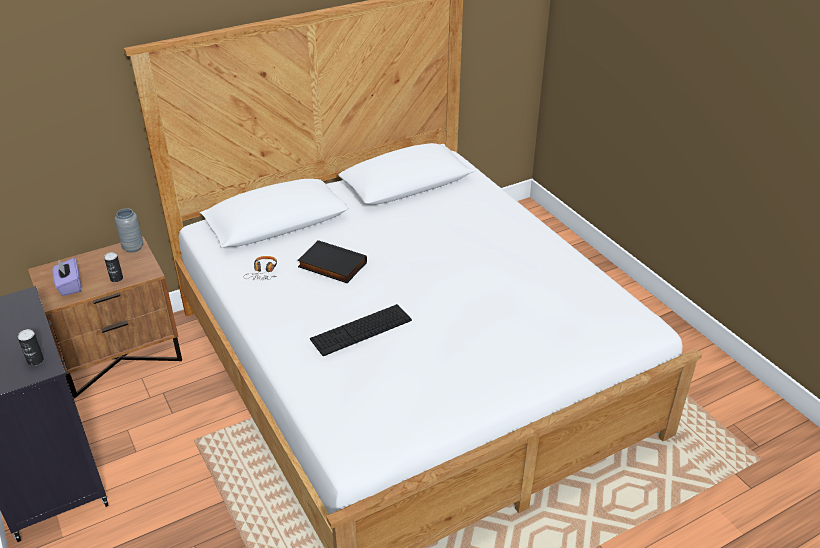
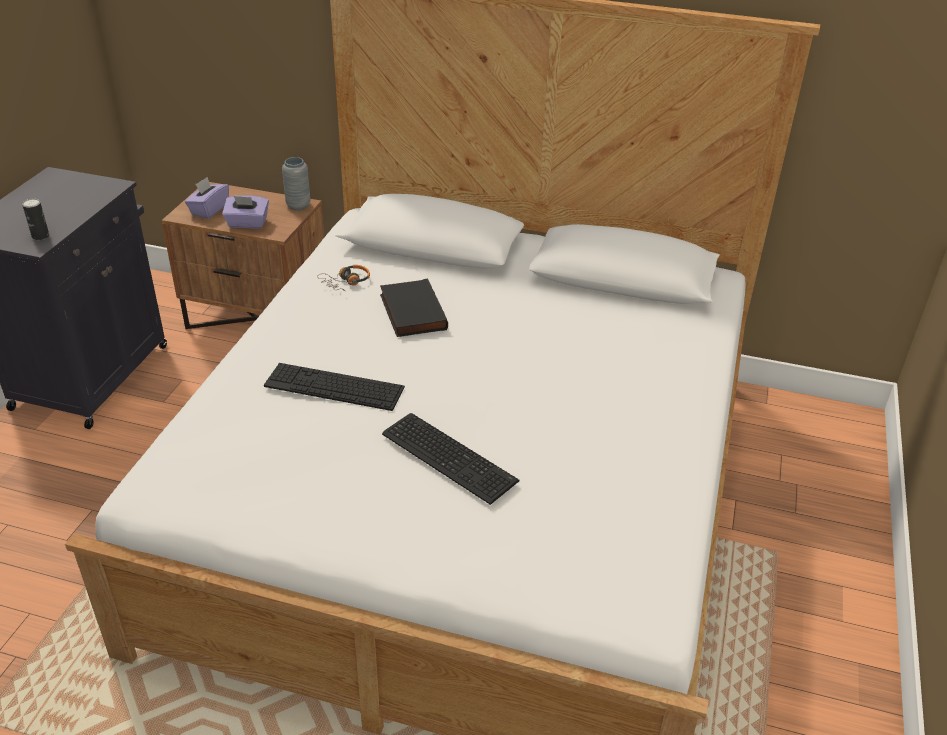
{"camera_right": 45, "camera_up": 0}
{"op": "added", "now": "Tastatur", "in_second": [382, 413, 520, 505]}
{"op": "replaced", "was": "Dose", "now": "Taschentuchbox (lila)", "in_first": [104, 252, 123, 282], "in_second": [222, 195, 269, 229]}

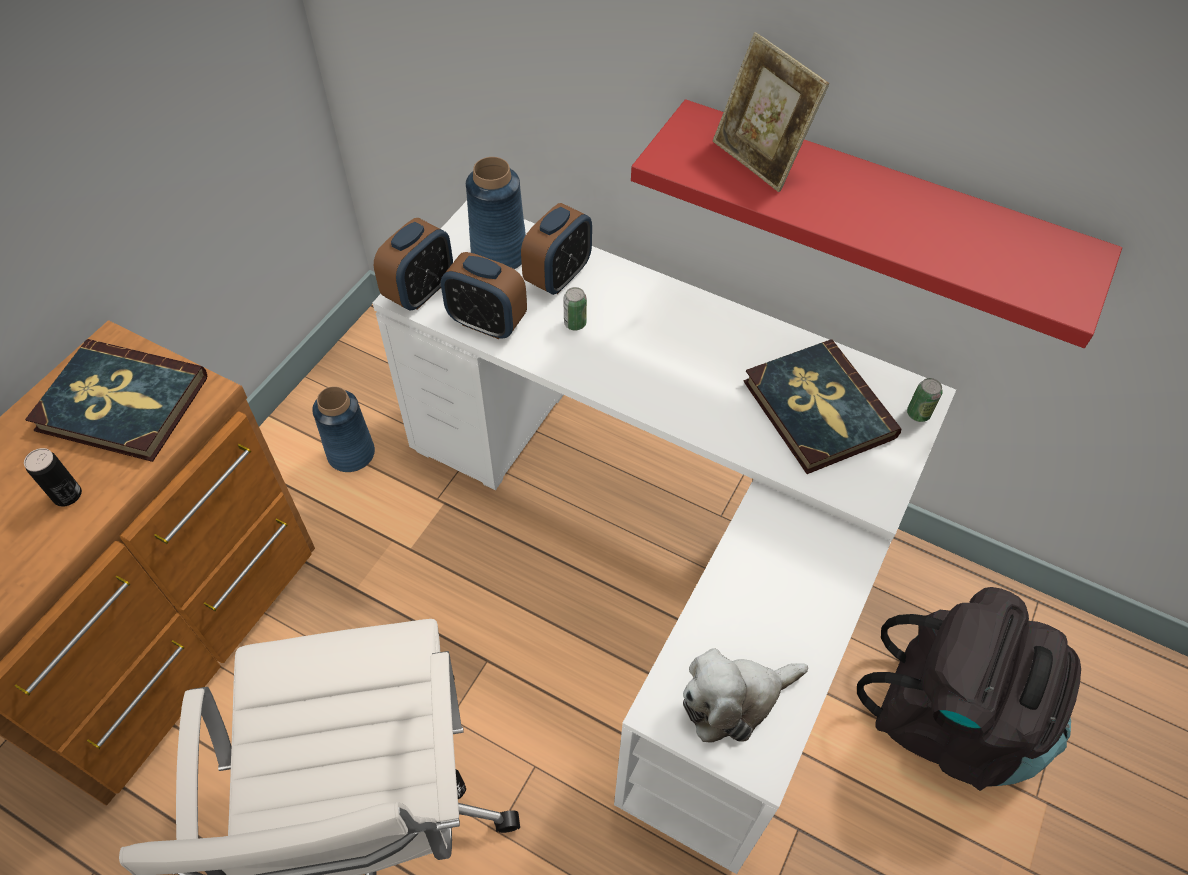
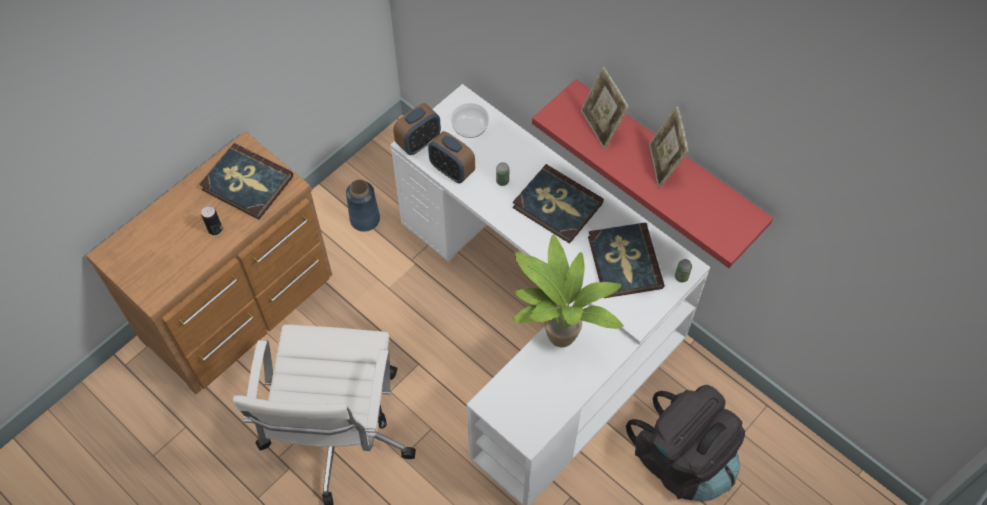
{"camera_right": 15, "camera_up": 5}
{"op": "removed", "was": "Wecker", "in_first": [521, 203, 592, 295]}
{"op": "removed", "was": "Plüschtier", "in_first": [683, 649, 808, 742]}
{"op": "added", "now": "Buch", "in_second": [512, 164, 604, 244]}
{"op": "added", "now": "Topfpflanze", "in_second": [512, 235, 624, 347]}
{"op": "added", "now": "Bilderrahmen", "in_second": [649, 106, 689, 188]}
{"op": "replaced", "was": "Vase (blau)", "now": "Schüssel", "in_first": [466, 157, 526, 269], "in_second": [451, 103, 489, 138]}

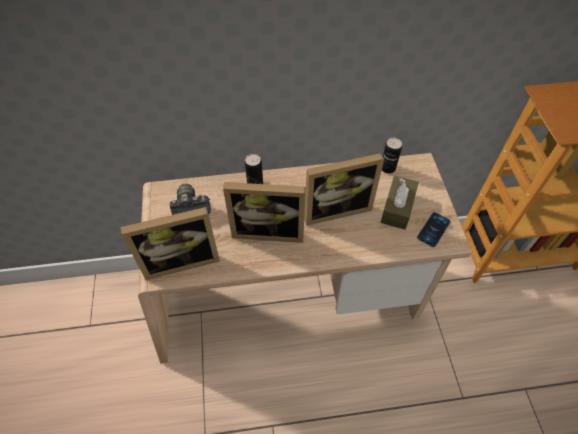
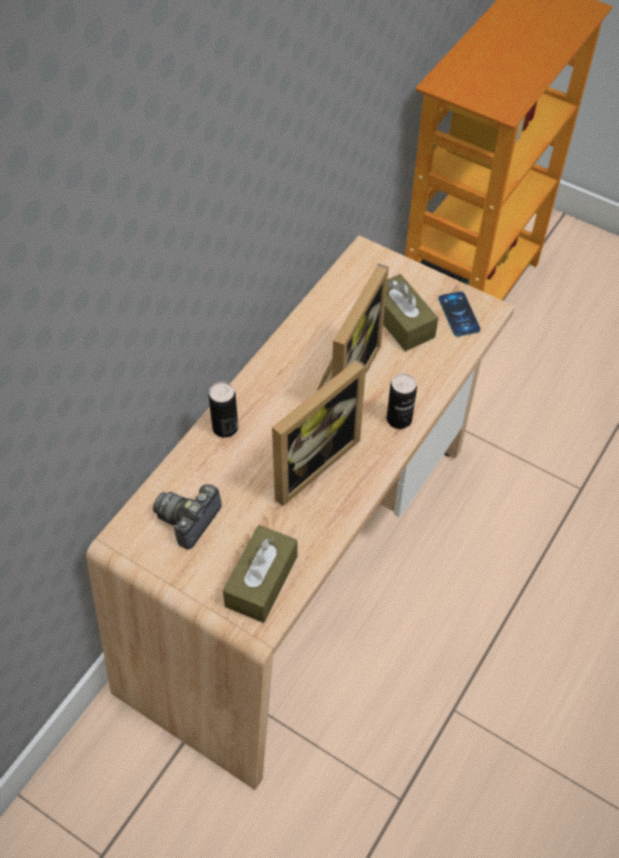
{"camera_right": -50, "camera_up": 0}
{"op": "moved", "was": "Dose", "in_first": [382, 138, 402, 173], "in_second": [387, 373, 417, 429]}
{"op": "replaced", "was": "Bilderrahmen", "now": "Taschentuchbox (braun)", "in_first": [121, 207, 220, 280], "in_second": [223, 525, 297, 623]}

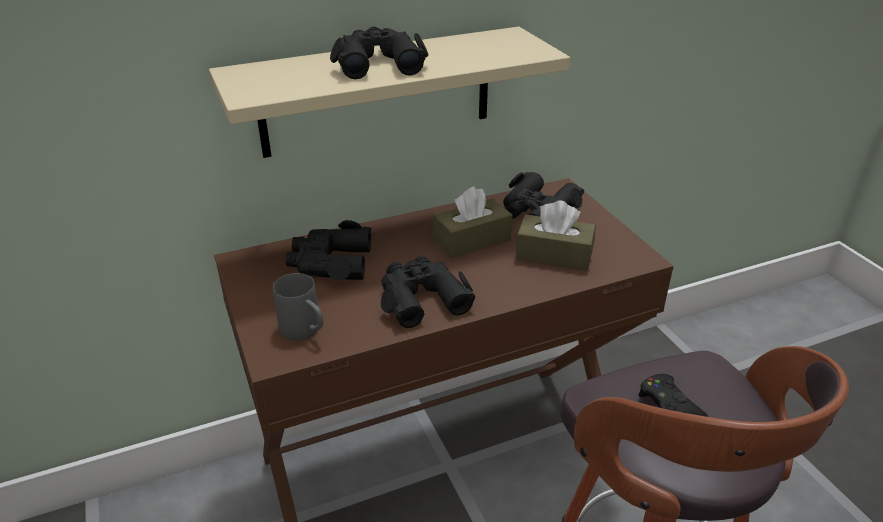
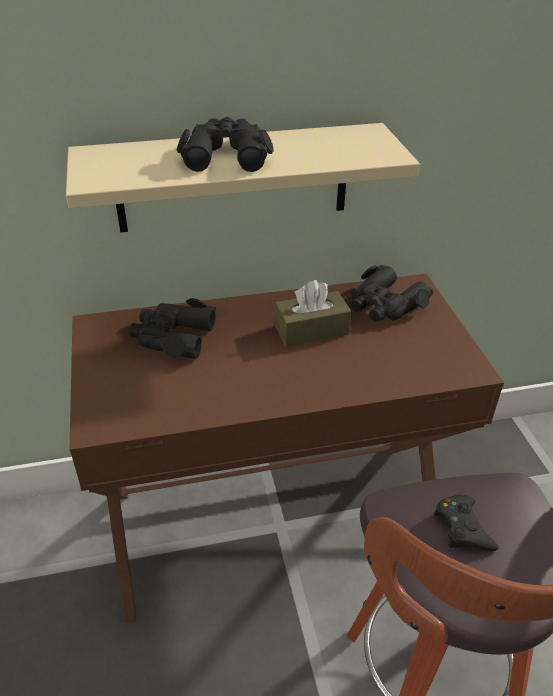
{"camera_right": 10, "camera_up": 5}
{"op": "removed", "was": "Henkelbecher (grau)", "in_first": [273, 273, 323, 340]}
{"op": "removed", "was": "Fernglas (schwarz)", "in_first": [381, 256, 475, 328]}
{"op": "removed", "was": "Taschentuchbox (braun)", "in_first": [516, 201, 596, 271]}

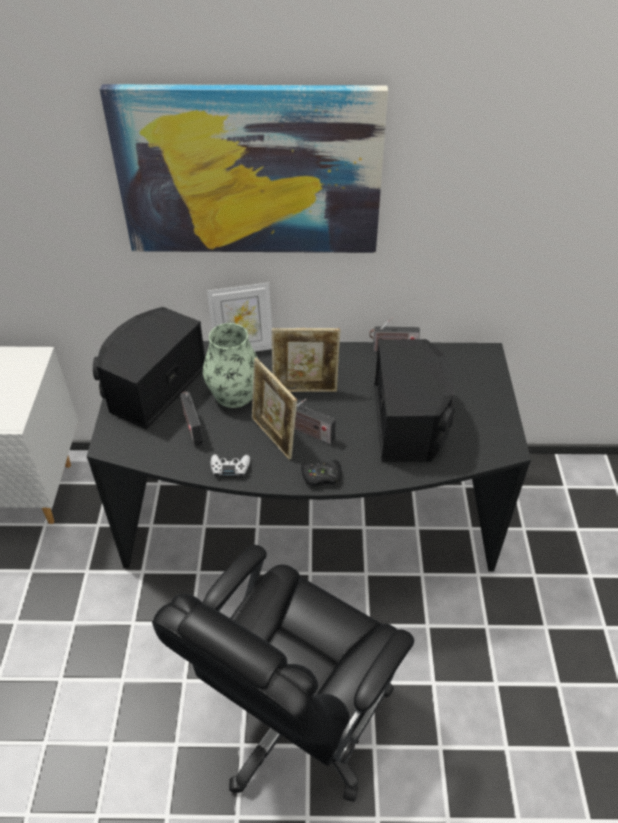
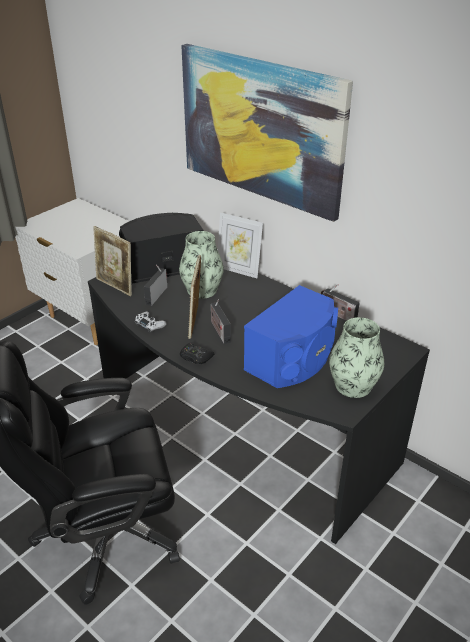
{"camera_right": 40, "camera_up": -10}
{"op": "added", "now": "Vase", "in_second": [329, 317, 384, 398]}
{"op": "moved", "was": "Bilderrahmen", "in_first": [272, 328, 341, 392], "in_second": [93, 226, 132, 296]}
{"op": "recoloured", "was": "Lautsprecher (schwarz)", "now": "Lautsprecher (blau)", "in_first": [374, 339, 455, 462], "in_second": [244, 285, 338, 388]}

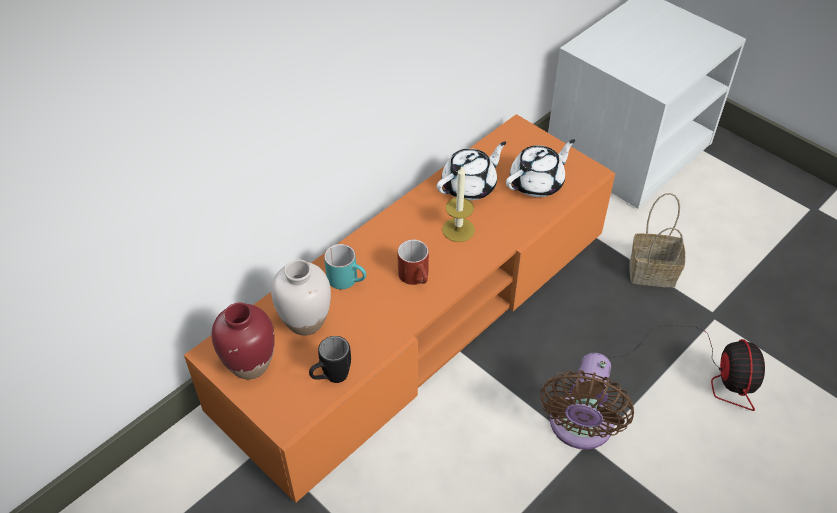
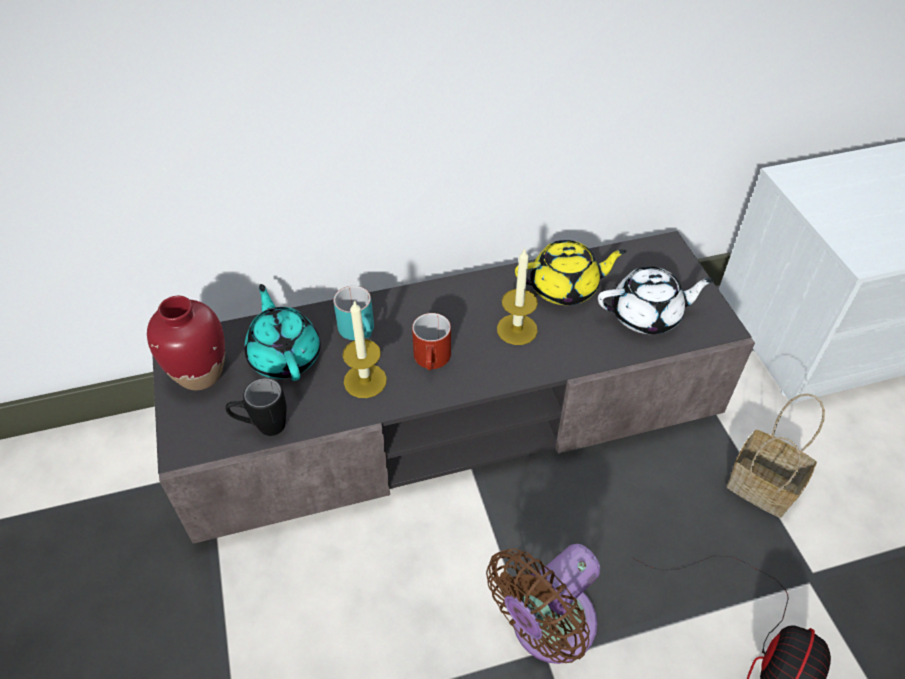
{"camera_right": 30, "camera_up": 0}
{"op": "added", "now": "Kerze", "in_second": [342, 300, 387, 398]}
{"op": "replaced", "was": "Vase (weiß)", "now": "Teekanne (türkis)", "in_first": [271, 259, 331, 336], "in_second": [244, 284, 321, 381]}
{"op": "recoloured", "was": "Fernsehschrank (orange)", "now": "Fernsehschrank (grau)", "in_first": [184, 114, 615, 502], "in_second": [152, 231, 755, 544]}
{"op": "recoloured", "was": "Teekanne (weiß)", "now": "Teekanne (gelb)", "in_first": [437, 142, 506, 201], "in_second": [515, 240, 627, 305]}

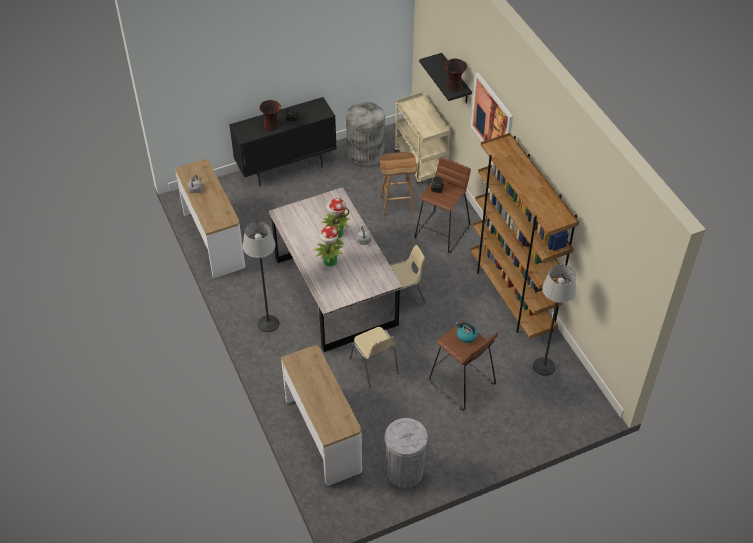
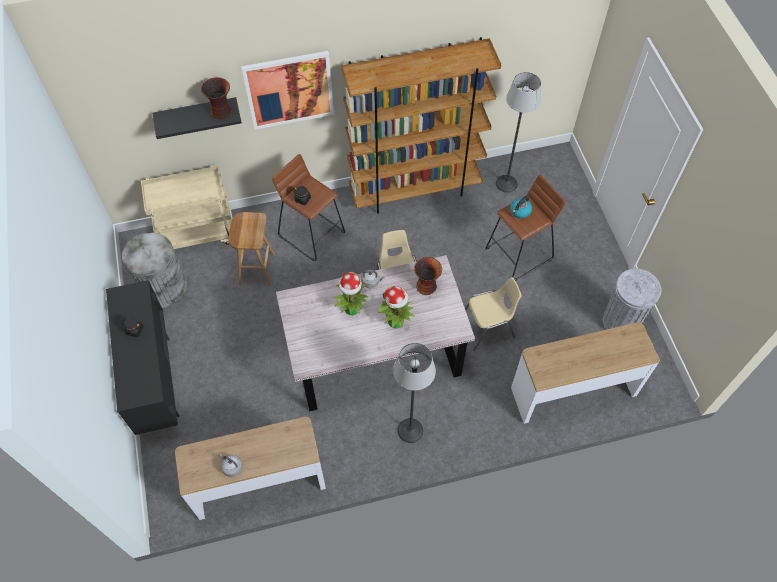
{"camera_right": -80, "camera_up": 10}
{"op": "moved", "was": "Vase", "in_first": [259, 100, 281, 131], "in_second": [414, 257, 442, 295]}

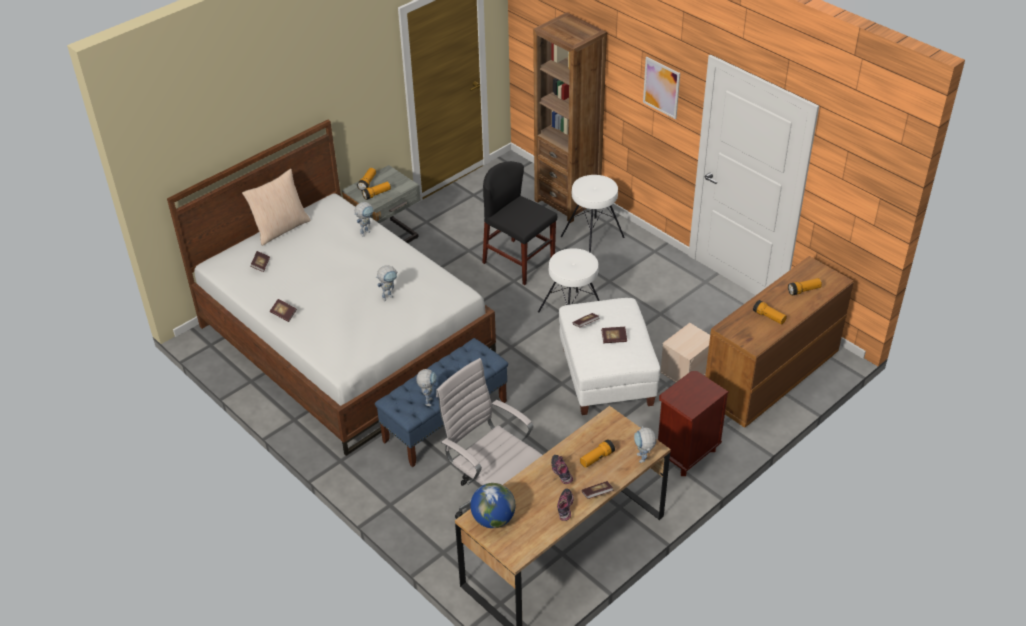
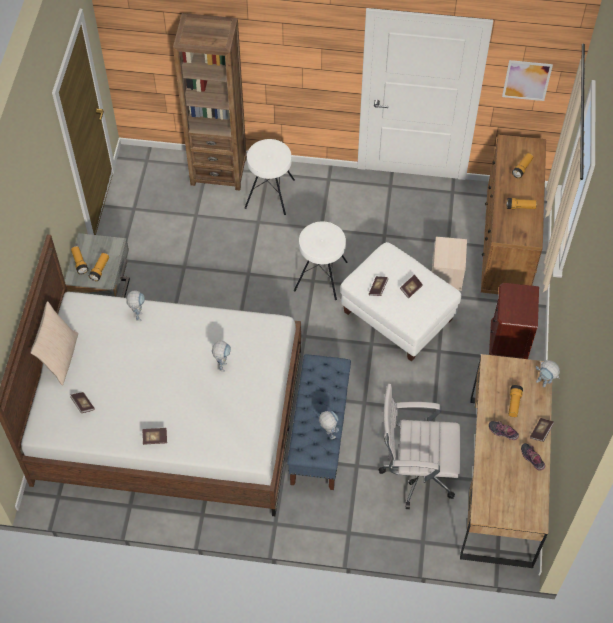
{"camera_right": -40, "camera_up": 15}
{"op": "removed", "was": "Globus", "in_first": [470, 483, 515, 528]}
{"op": "removed", "was": "Stuhl (schwarz)", "in_first": [482, 161, 557, 285]}
{"op": "moved", "was": "Bild", "in_first": [643, 57, 680, 119], "in_second": [502, 60, 553, 101]}

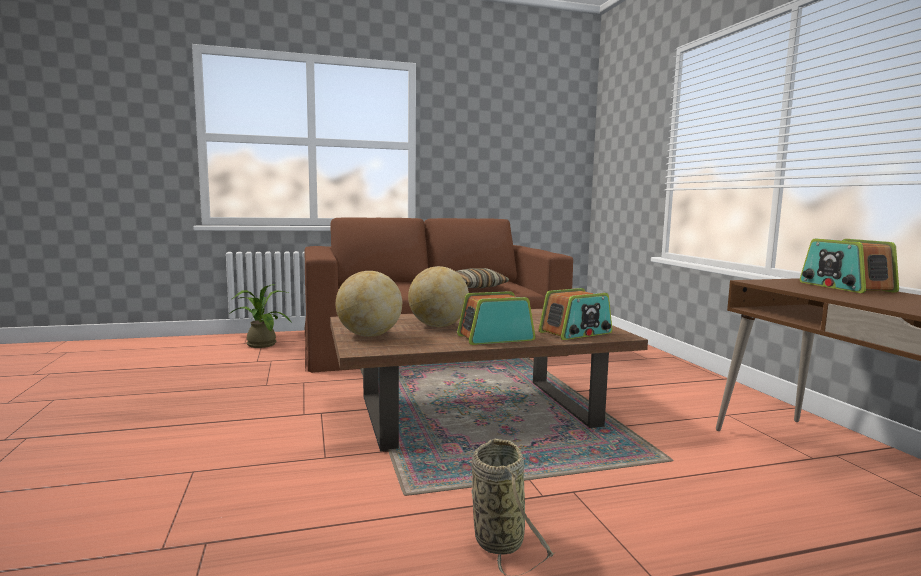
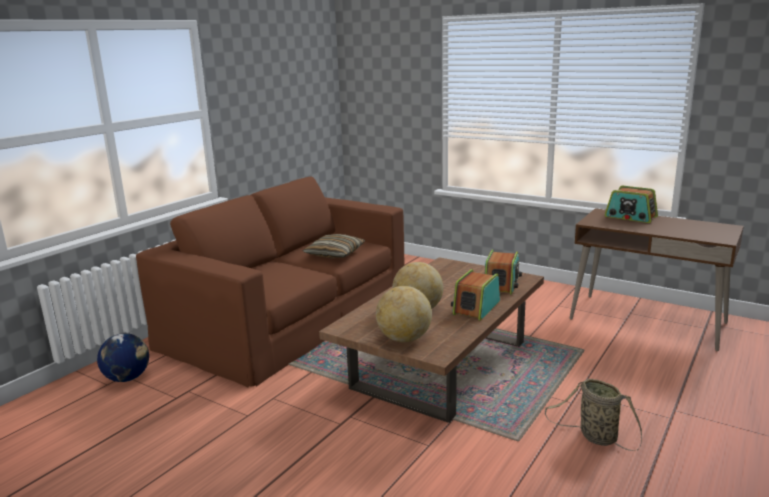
{"camera_right": -40, "camera_up": 10}
{"op": "replaced", "was": "Topfpflanze", "now": "Globus", "in_first": [229, 284, 292, 348], "in_second": [97, 333, 149, 382]}

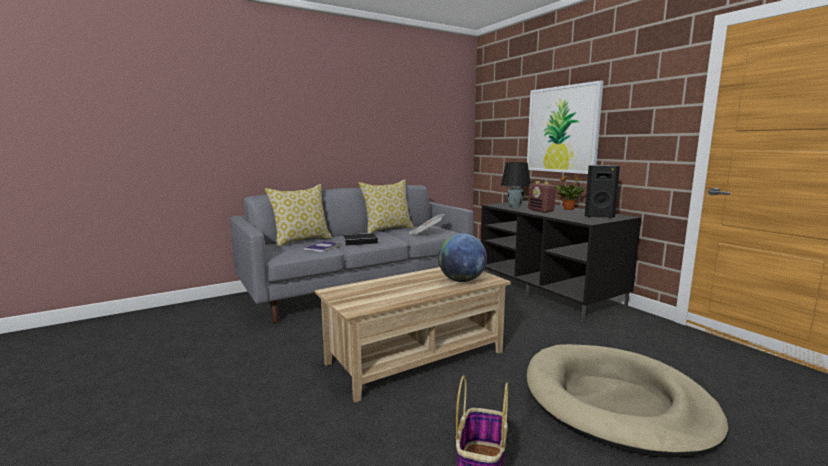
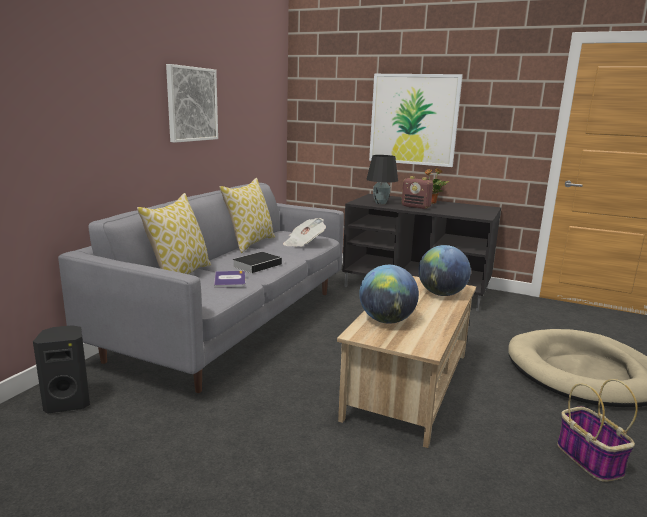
{"camera_right": -35, "camera_up": 5}
{"op": "added", "now": "Bild", "in_second": [166, 64, 218, 143]}
{"op": "added", "now": "Globus", "in_second": [359, 265, 419, 324]}
{"op": "moved", "was": "Lautsprecher (schwarz)", "in_first": [585, 165, 620, 218], "in_second": [33, 325, 90, 413]}

